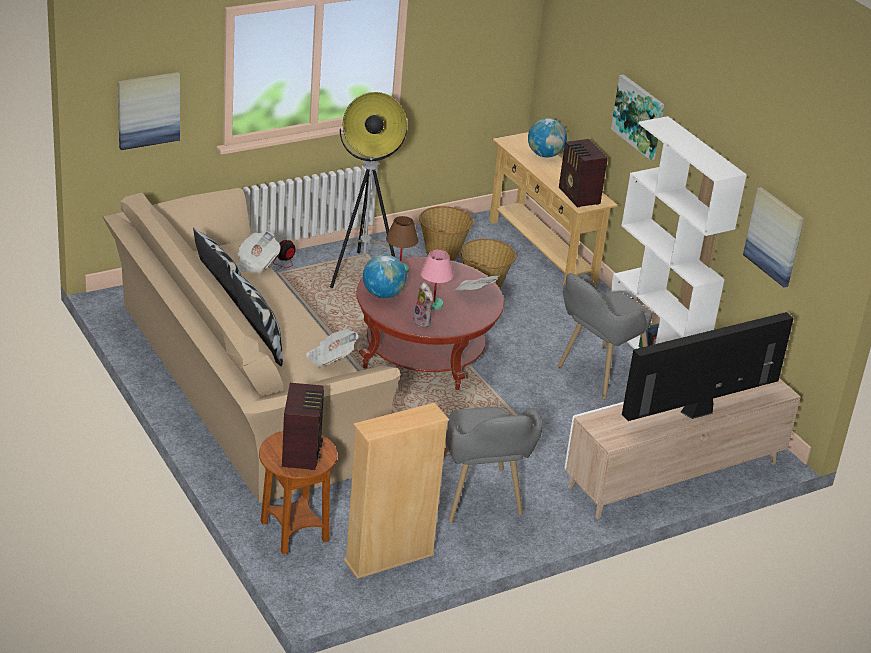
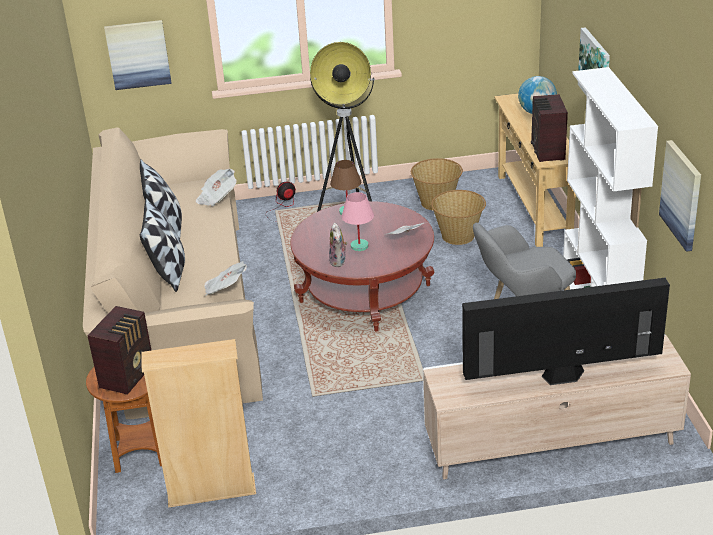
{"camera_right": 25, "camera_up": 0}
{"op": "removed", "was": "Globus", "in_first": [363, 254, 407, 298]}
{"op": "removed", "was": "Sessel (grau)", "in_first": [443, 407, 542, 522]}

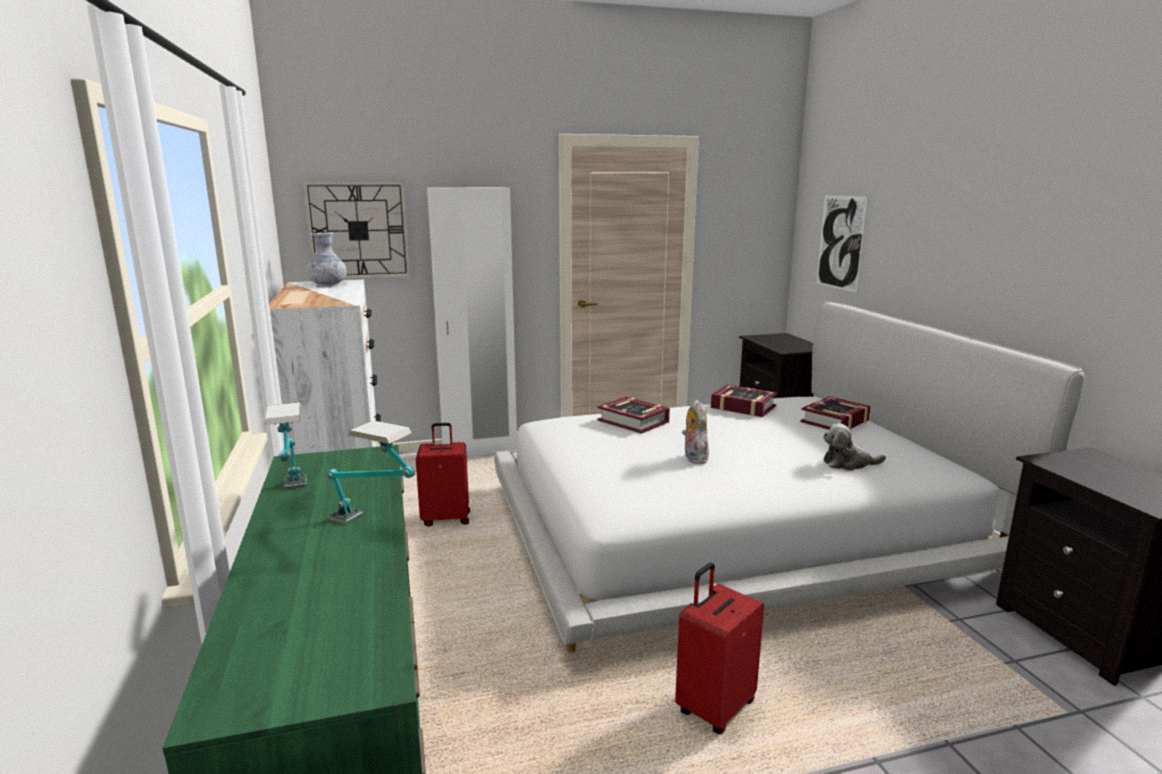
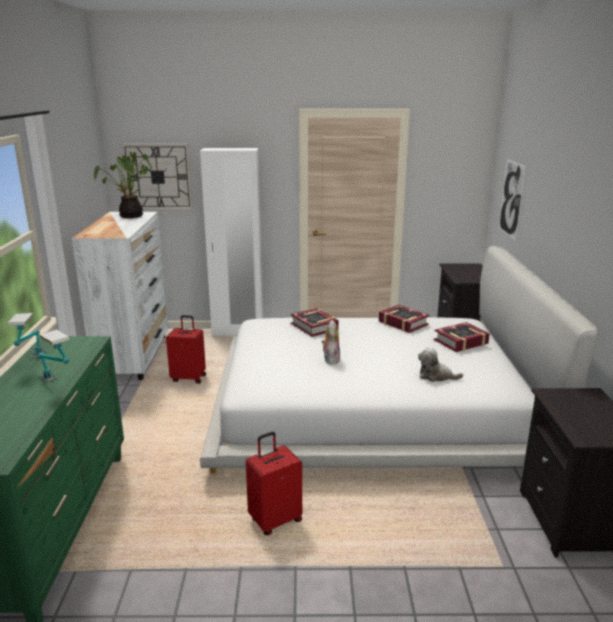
{"camera_right": 15, "camera_up": 5}
{"op": "replaced", "was": "Vase", "now": "Topfpflanze", "in_first": [306, 233, 347, 287], "in_second": [94, 152, 152, 218]}

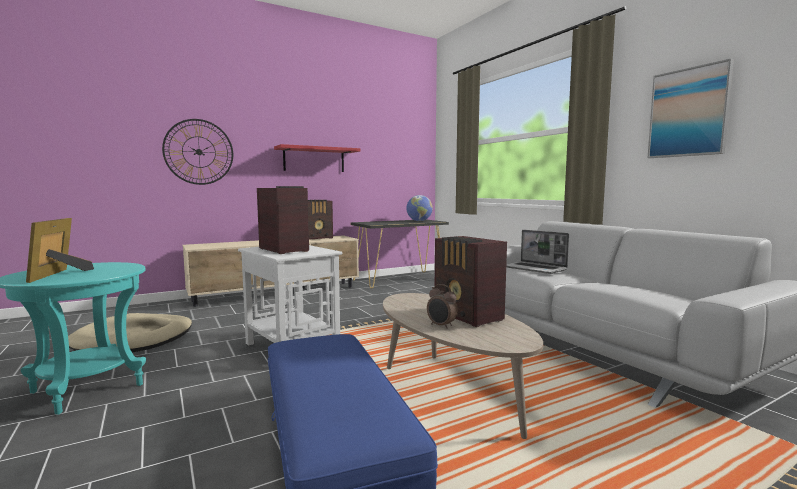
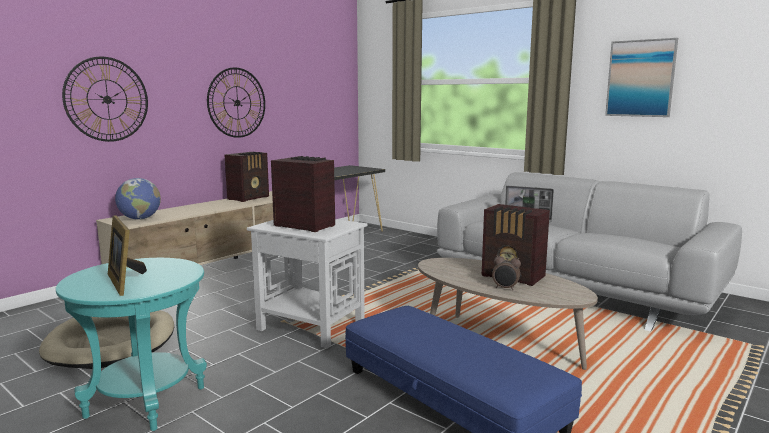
{"camera_right": -20, "camera_up": 5}
{"op": "moved", "was": "Globus", "in_first": [406, 195, 433, 221], "in_second": [115, 178, 161, 220]}
{"op": "replaced", "was": "Wandregal (rot)", "now": "Wanduhr", "in_first": [274, 144, 361, 172], "in_second": [207, 67, 265, 138]}

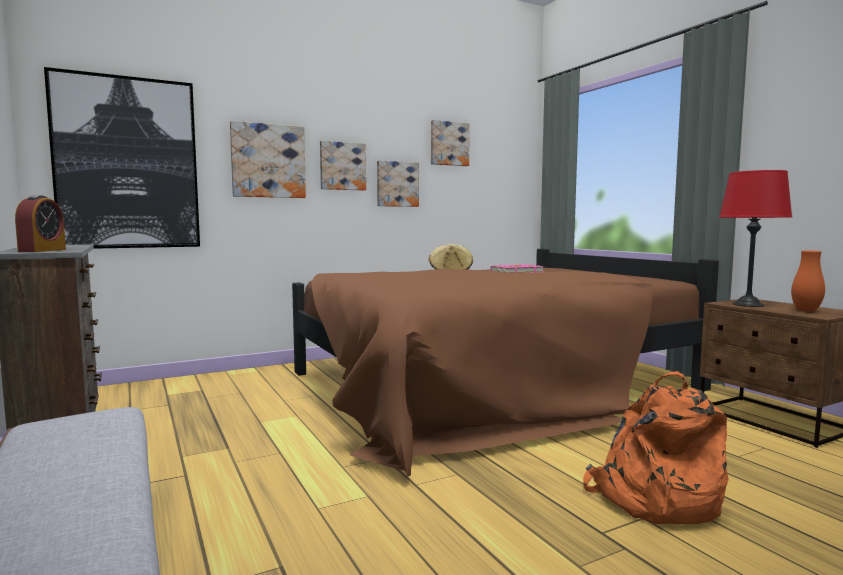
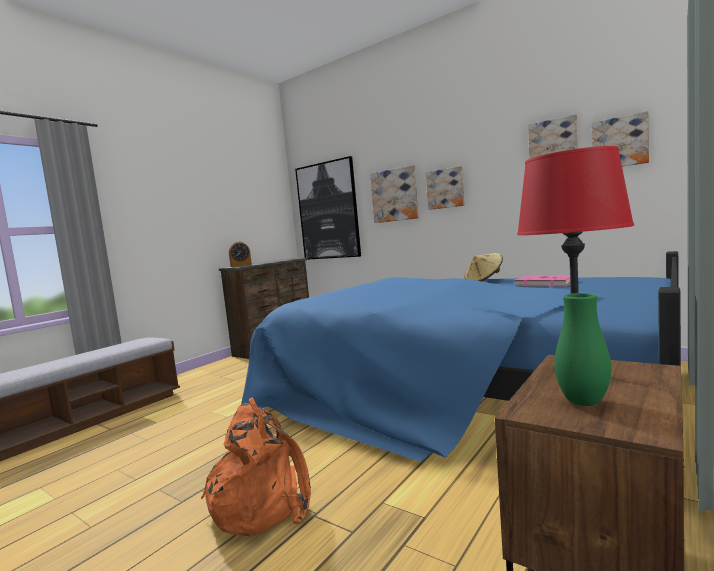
{"camera_right": 65, "camera_up": 0}
{"op": "moved", "was": "Bild", "in_first": [377, 160, 419, 207], "in_second": [592, 111, 649, 167]}
{"op": "recoloured", "was": "Bett (braun)", "now": "Bett (blau)", "in_first": [292, 249, 719, 477], "in_second": [241, 251, 681, 462]}
{"op": "recoloured", "was": "Vase (orange)", "now": "Vase (grün)", "in_first": [791, 250, 825, 312], "in_second": [554, 293, 611, 406]}

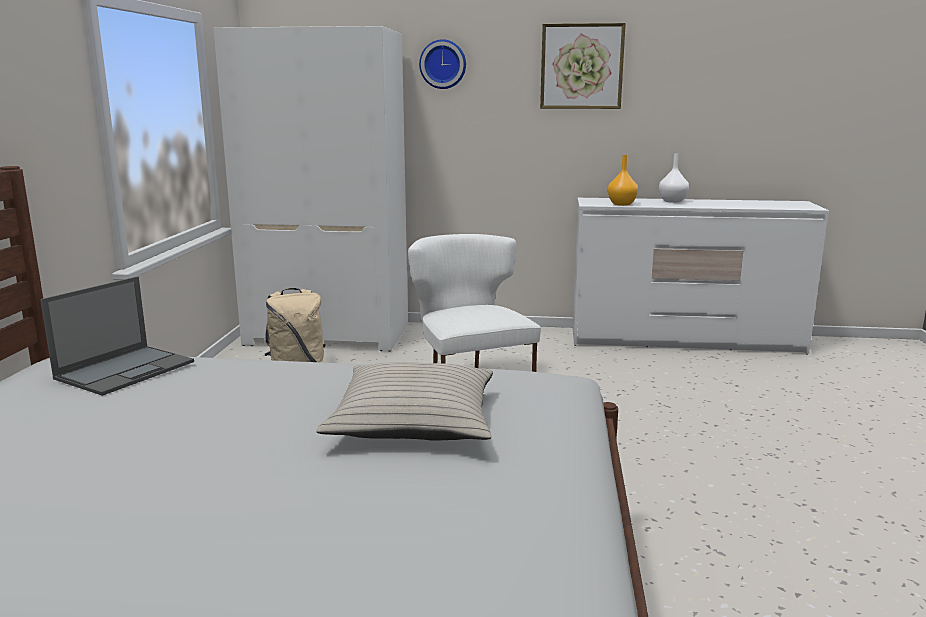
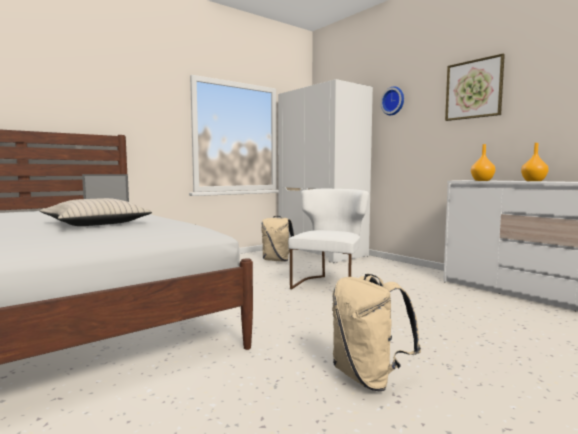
{"camera_right": 45, "camera_up": -10}
{"op": "added", "now": "Rucksack (beige)", "in_second": [332, 274, 421, 391]}
{"op": "recoloured", "was": "Vase (weiß)", "now": "Vase (orange)", "in_first": [659, 153, 689, 203], "in_second": [521, 143, 549, 181]}

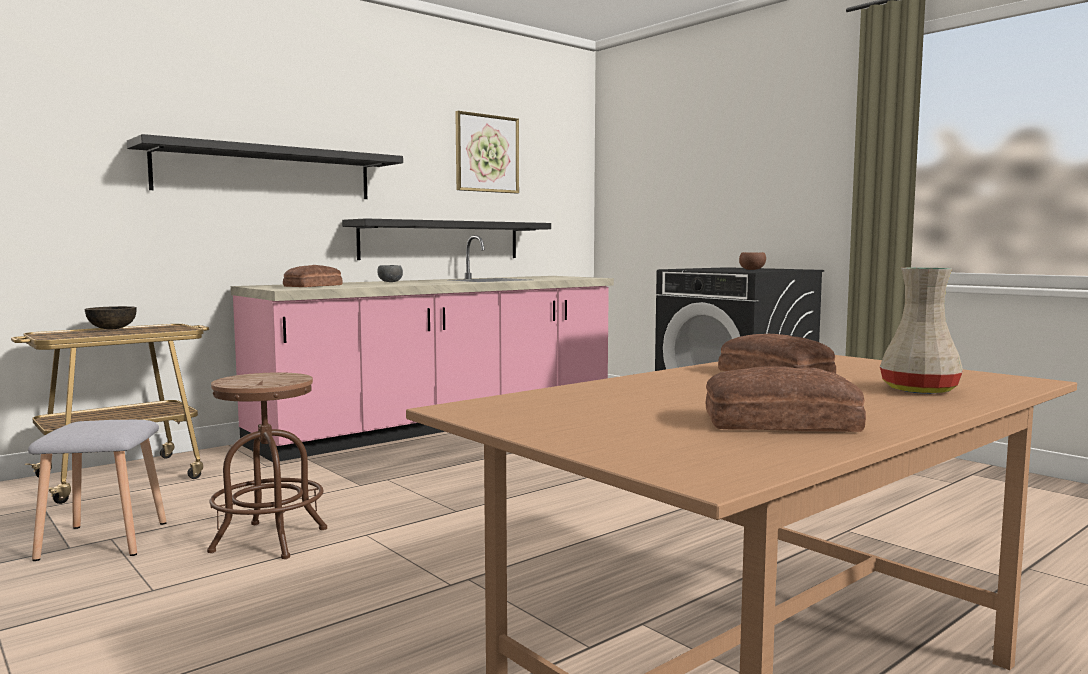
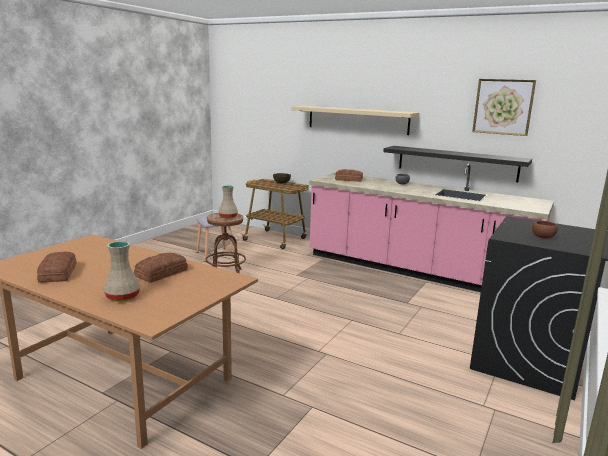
{"camera_right": 70, "camera_up": 10}
{"op": "added", "now": "Vase (beige)", "in_second": [219, 186, 238, 219]}
{"op": "recoloured", "was": "Wandregal (schwarz)", "now": "Wandregal (beige)", "in_first": [127, 134, 403, 199], "in_second": [291, 106, 419, 135]}

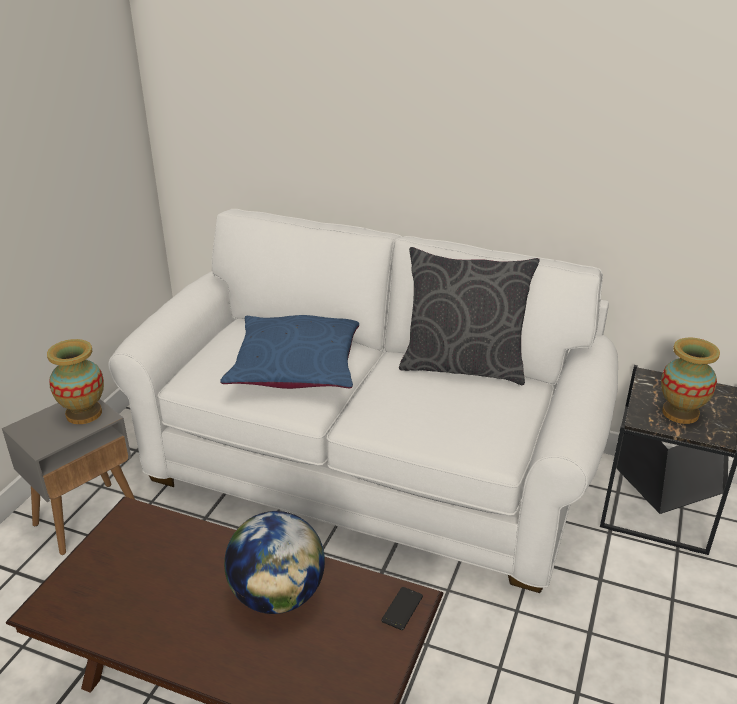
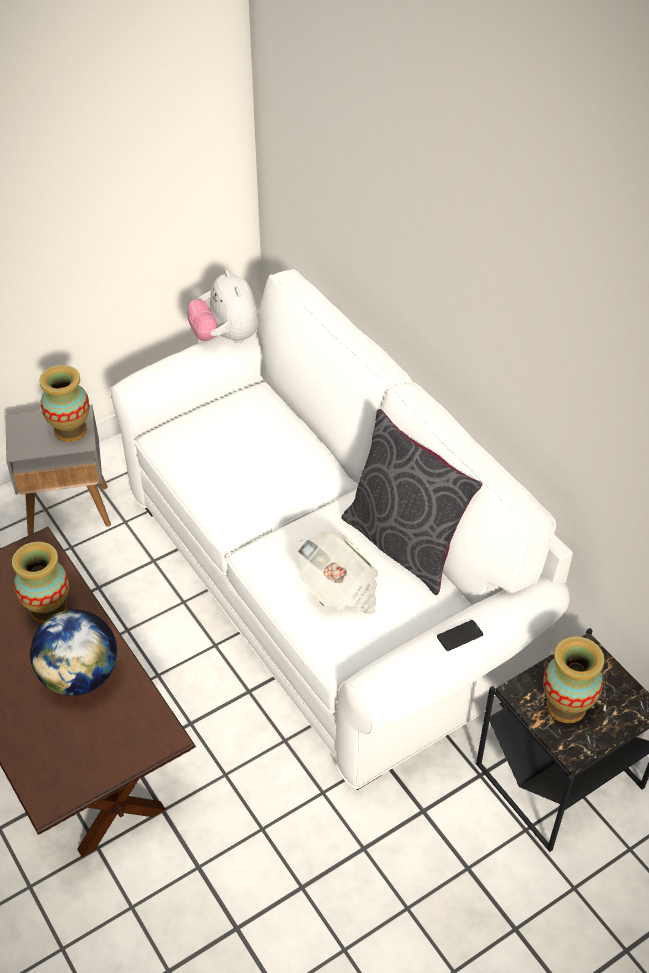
{"camera_right": 35, "camera_up": 15}
{"op": "removed", "was": "Kissen (blau)", "in_first": [220, 315, 359, 389]}
{"op": "added", "now": "Vase", "in_second": [12, 542, 69, 623]}
{"op": "added", "now": "Plüschtier", "in_second": [188, 270, 259, 343]}
{"op": "added", "now": "Zeitung", "in_second": [297, 532, 378, 614]}
{"op": "moved", "was": "Handy", "in_first": [381, 587, 423, 630], "in_second": [437, 620, 484, 651]}

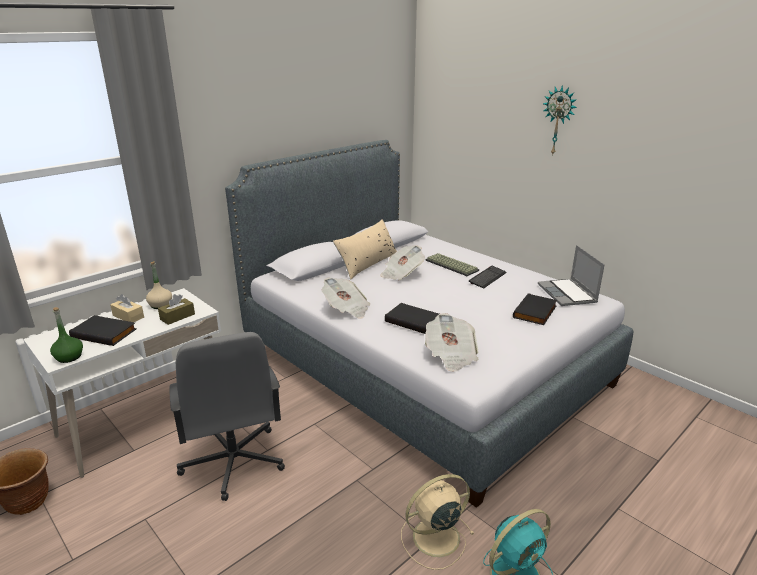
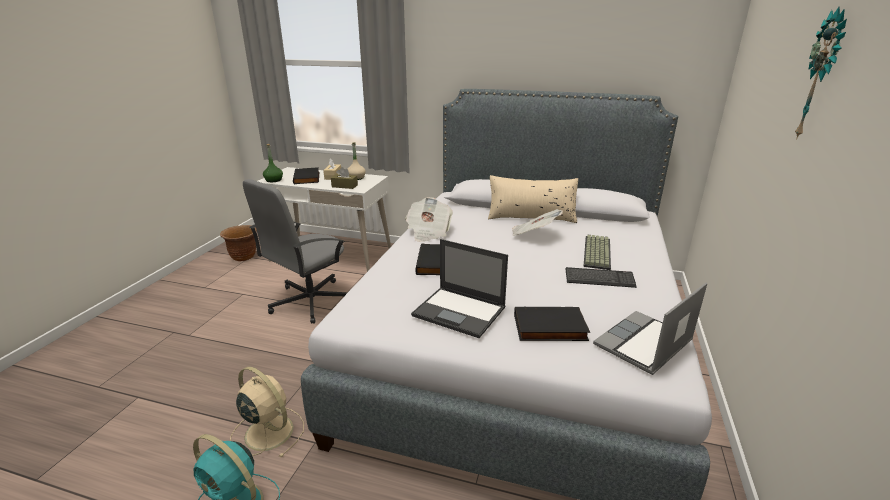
{"camera_right": 60, "camera_up": 0}
{"op": "removed", "was": "Zeitung", "in_first": [425, 313, 479, 372]}
{"op": "added", "now": "Laptop", "in_second": [411, 239, 508, 338]}

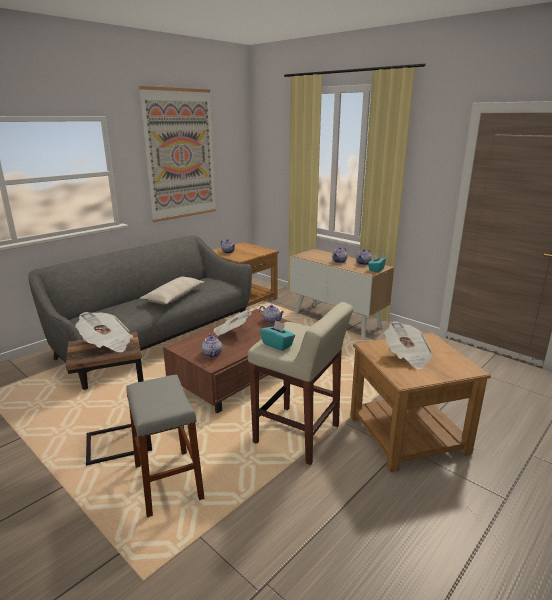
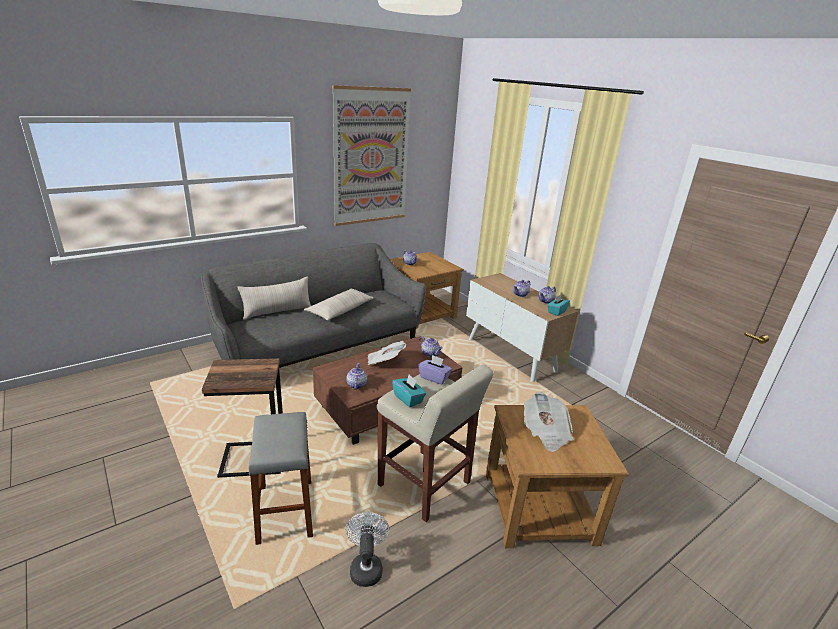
{"camera_right": 10, "camera_up": 5}
{"op": "removed", "was": "Zeitung", "in_first": [75, 312, 133, 352]}
{"op": "added", "now": "Kissen (beige)", "in_second": [237, 277, 311, 320]}
{"op": "added", "now": "Ventilator (weiß)", "in_second": [346, 512, 389, 587]}
{"op": "added", "now": "Taschentuchbox (lila)", "in_second": [418, 355, 452, 385]}

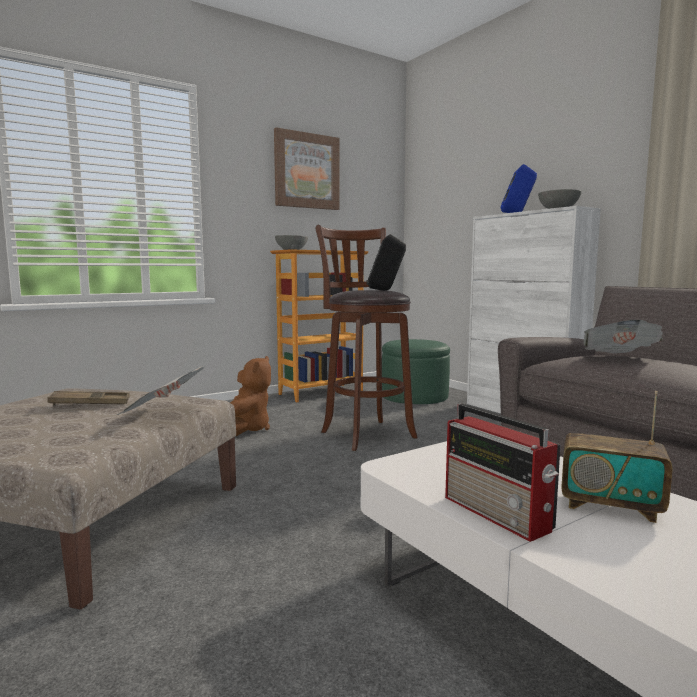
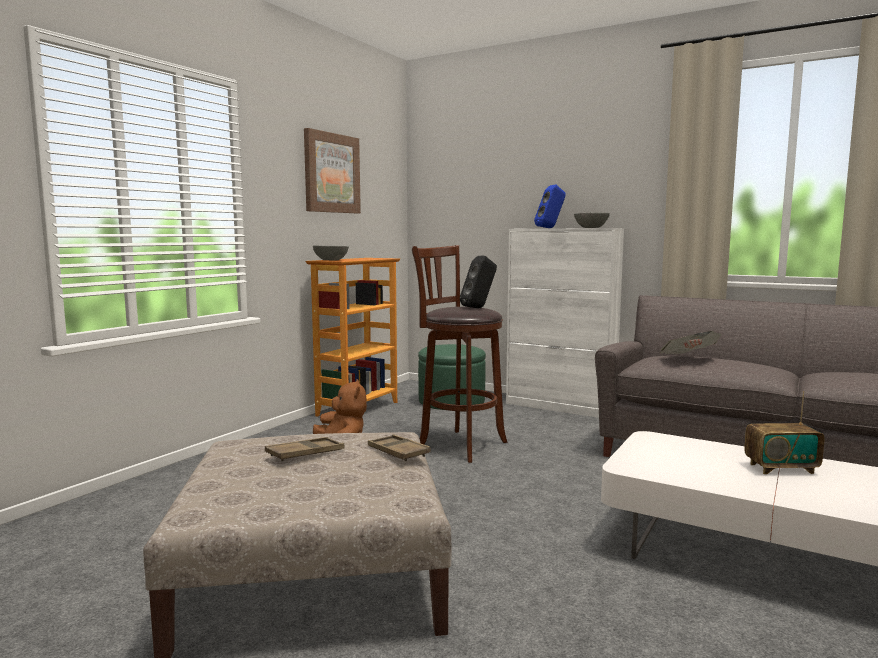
{"camera_right": -25, "camera_up": 0}
{"op": "removed", "was": "Radio", "in_first": [445, 404, 561, 542]}
{"op": "replaced", "was": "Zeitung", "now": "Tablett (braun)", "in_first": [117, 366, 204, 415], "in_second": [368, 434, 431, 461]}

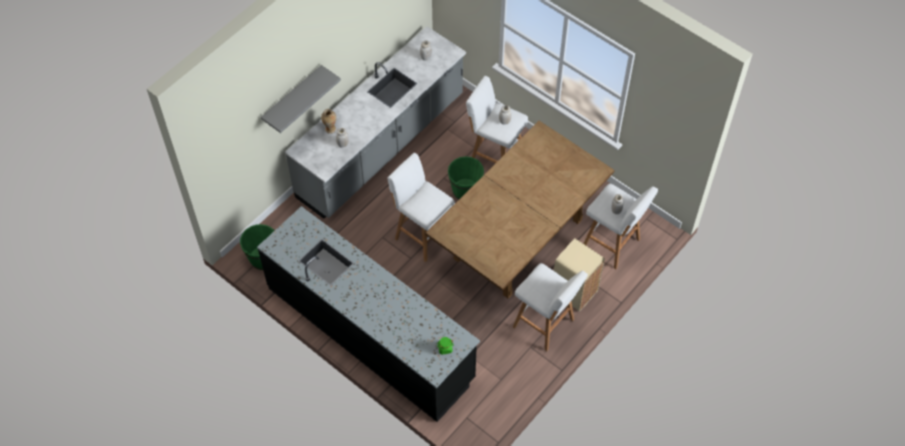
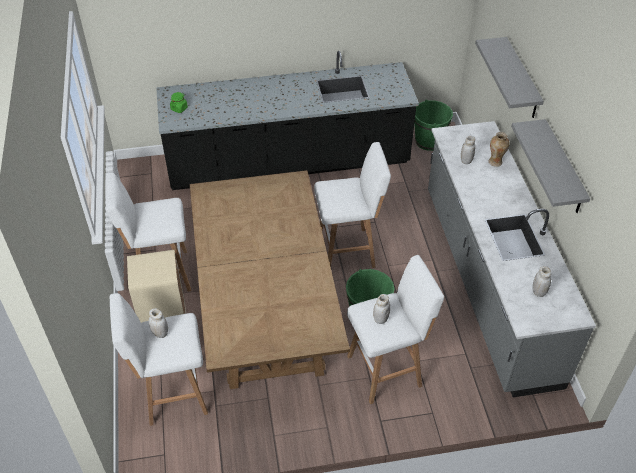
{"camera_right": 130, "camera_up": -10}
{"op": "added", "now": "Wandregal (grau)", "in_second": [511, 119, 590, 213]}

